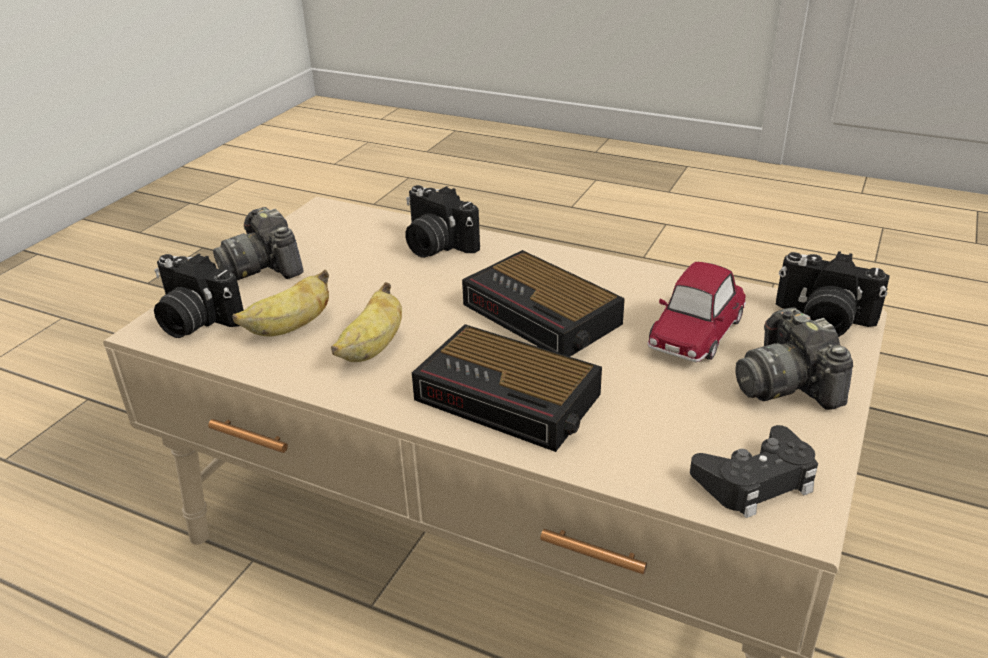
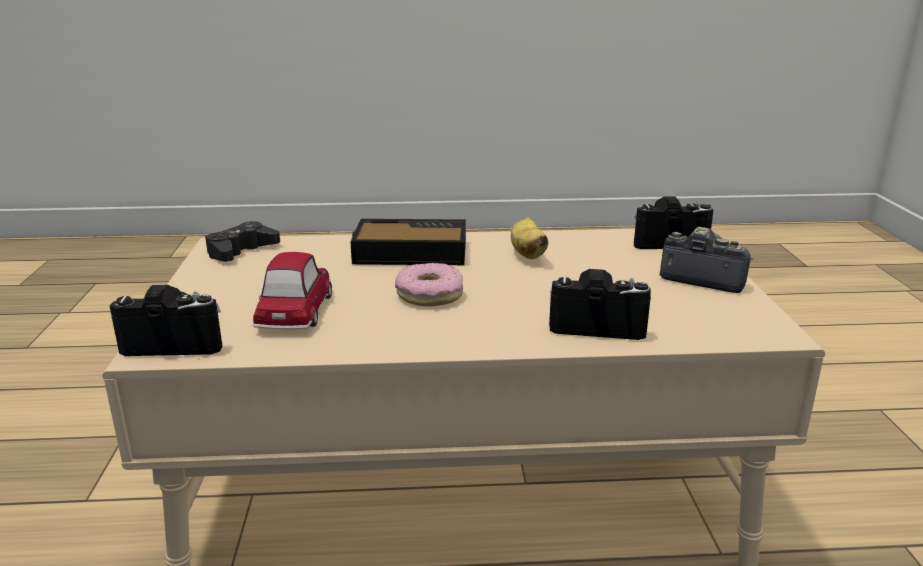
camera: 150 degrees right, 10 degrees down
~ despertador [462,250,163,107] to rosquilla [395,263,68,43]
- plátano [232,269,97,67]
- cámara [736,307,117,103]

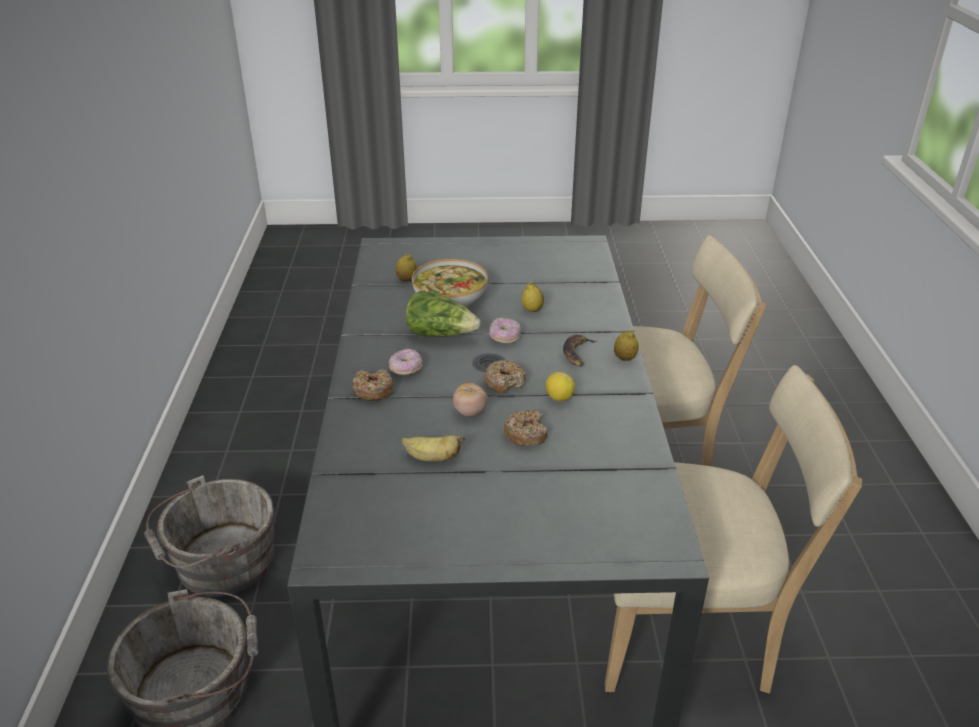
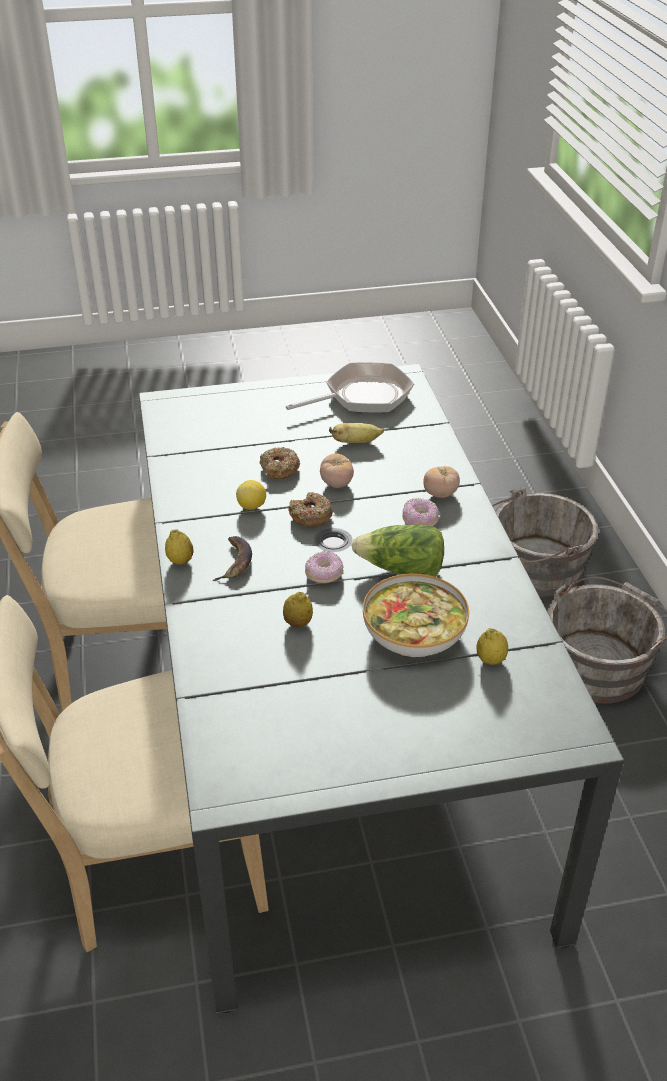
camera: 170 degrees right, 5 degrees up
~ rosquilla [352,370,42,31] to tomate [423,466,37,32]
+ sartén [286,362,128,51]

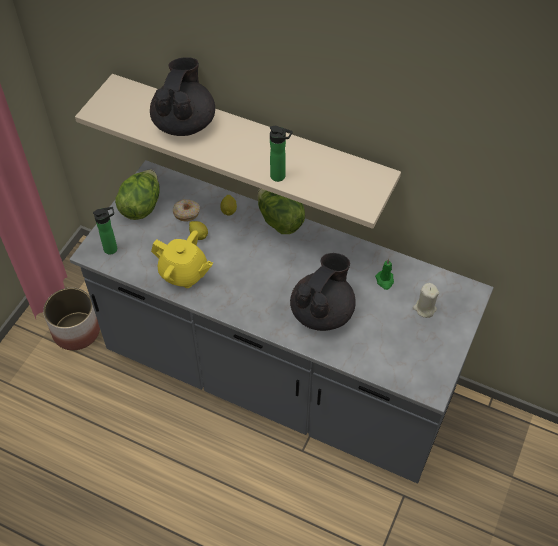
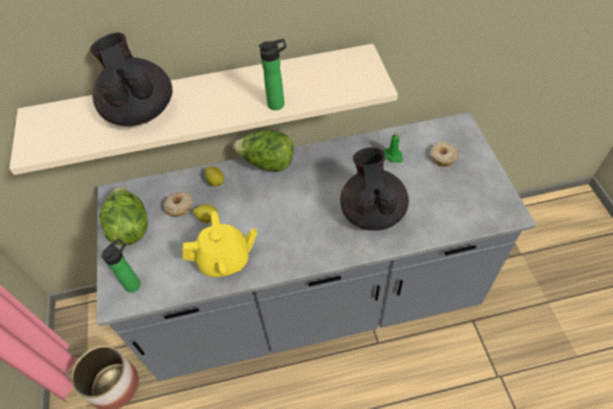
camera: 35 degrees left, 0 degrees up
~ vela/beis [413,283,26,35] to rosquilla [430,143,28,24]

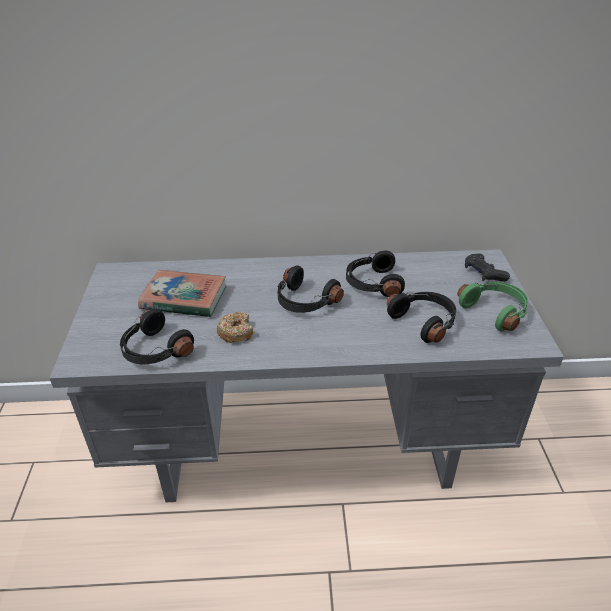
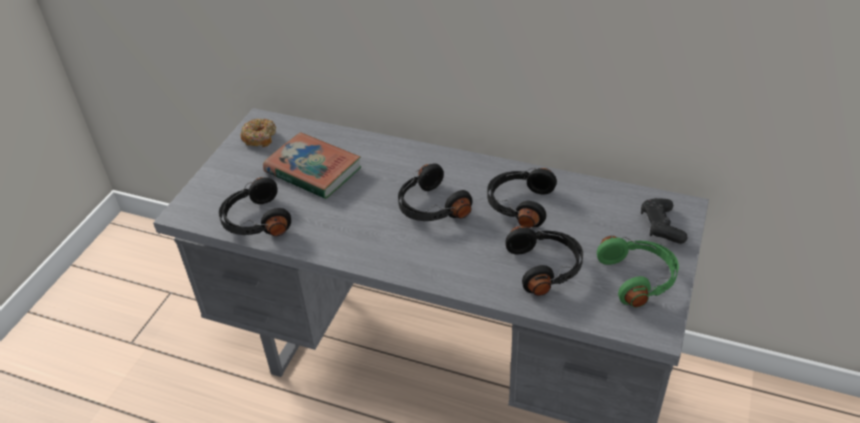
camera: 25 degrees right, 5 degrees up
~ rosquilla [217,312,36,31] to [240,119,36,28]

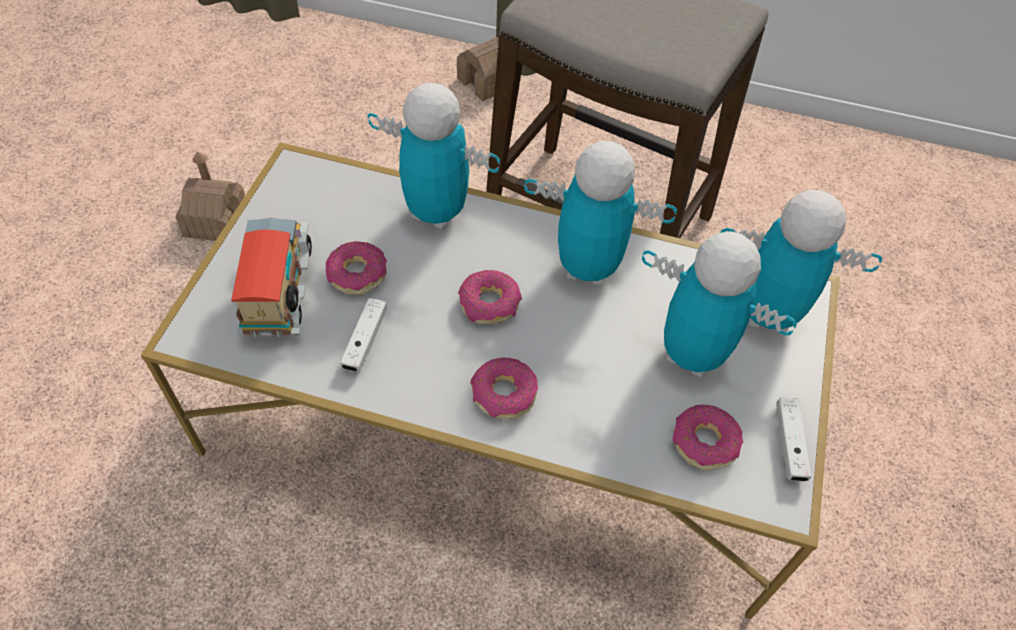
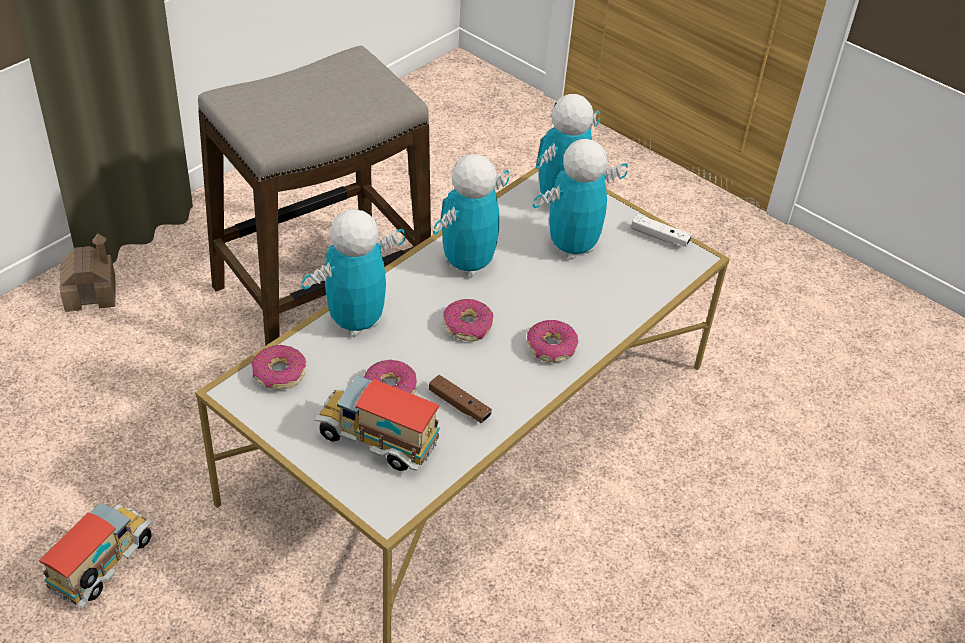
camera: 65 degrees left, 10 degrees down
~ casita [175,152,70,89] to camión de juguete [39,502,114,106]
~ mando de consola/blanco [340,298,47,74] to mando de consola/marrón [429,375,63,48]
~ rosquilla [673,404,70,66] to [252,345,54,45]

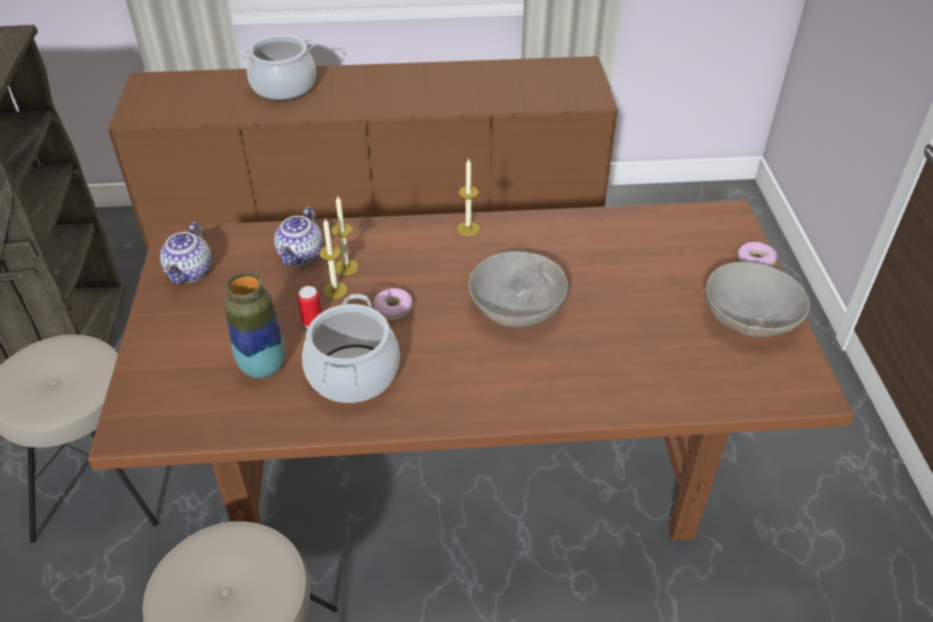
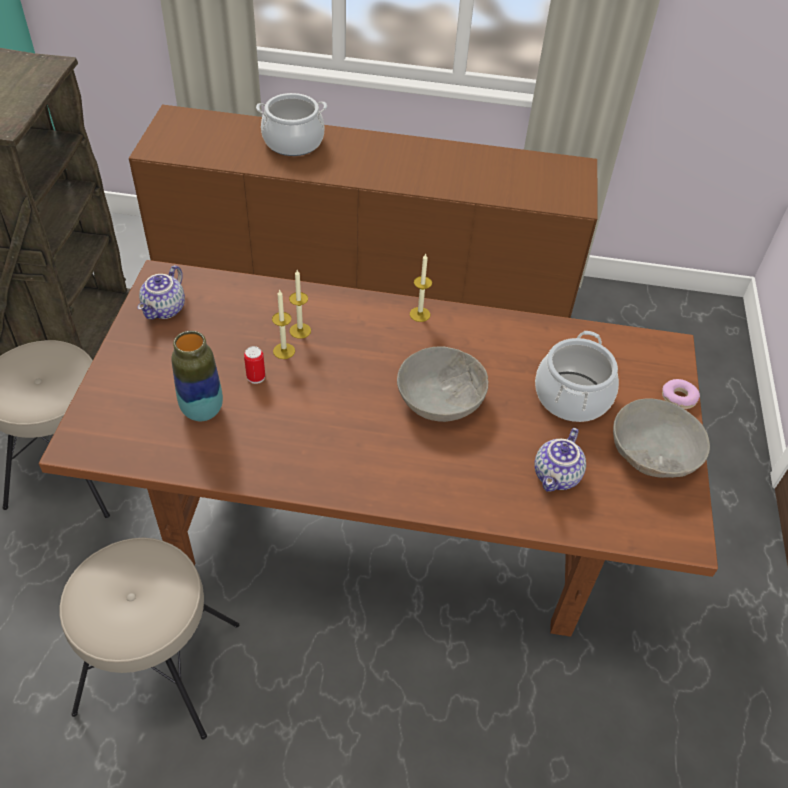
camera: 10 degrees right, 5 degrees up
~ tetera [274,206,49,60] to [534,428,52,64]
- rosquilla [373,288,40,32]
~ olla [302,294,98,109] to [535,331,84,91]

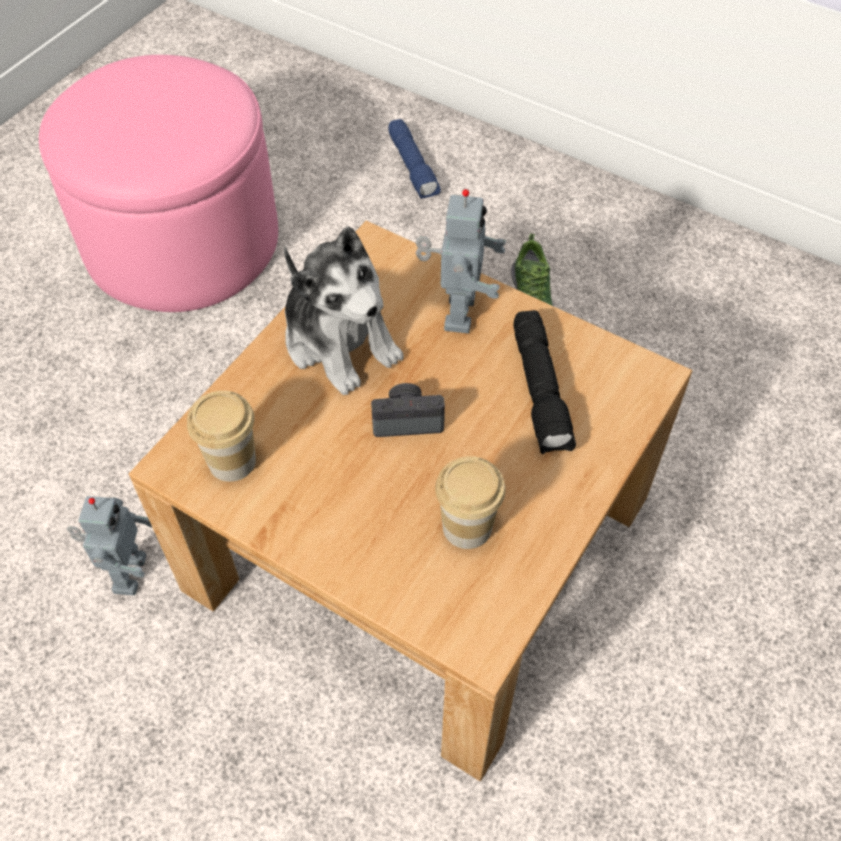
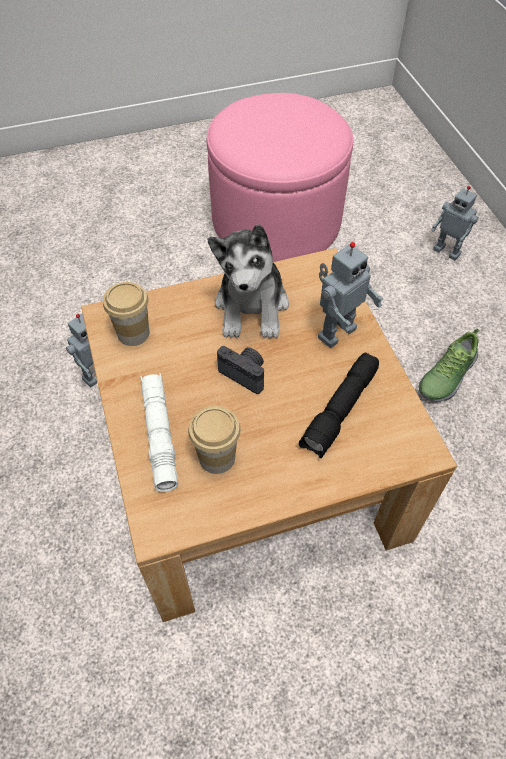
camera: 40 degrees right, 0 degrees up
~ linterna/azul [389,119,52,80] to robot de juguete [431,186,48,75]
+ linterna/blanco [140,373,39,119]

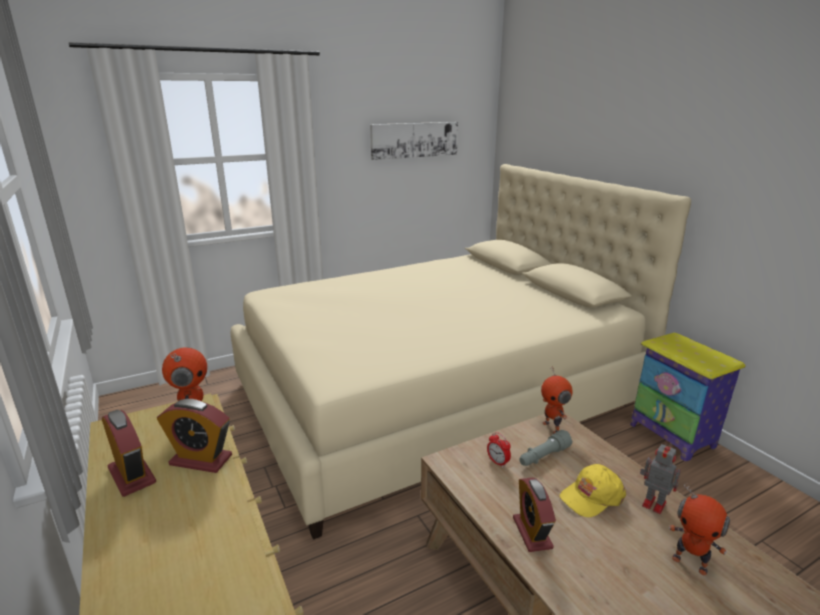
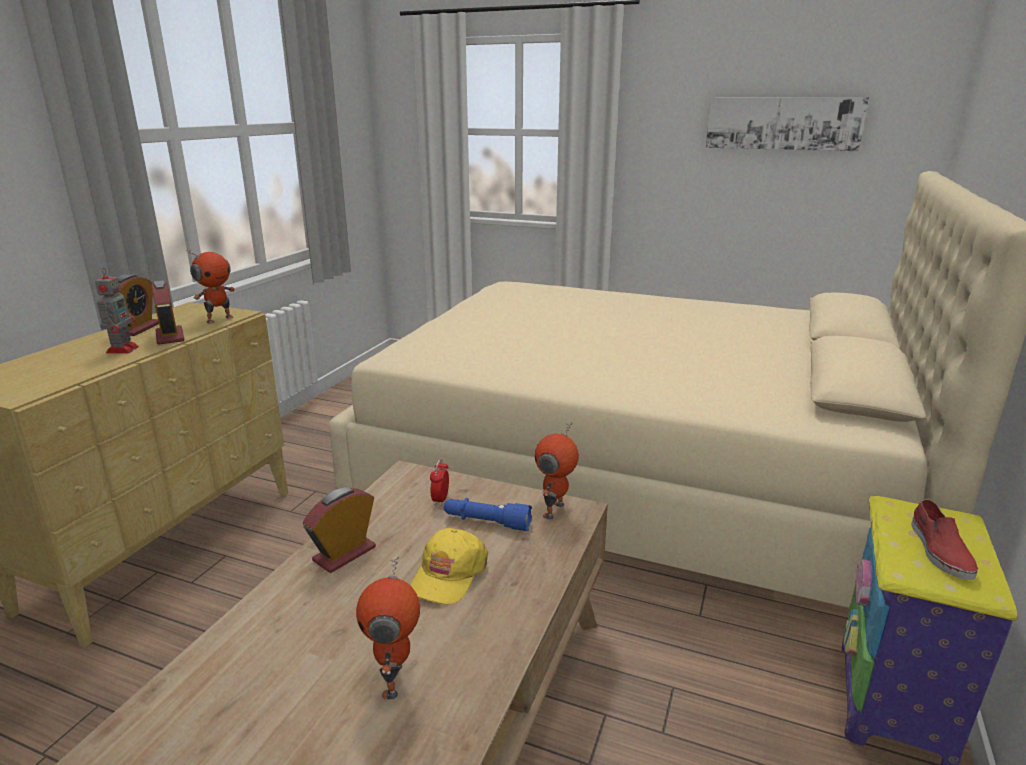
camera: 50 degrees right, 0 degrees up
~ linterna/gris [519,430,53,36] to linterna/azul [444,498,88,33]
~ robot de juguete [640,441,41,73] to [95,268,44,85]
~ gorra/amarillo [560,464,66,53] = [410,528,78,76] 90 degrees counterclockwise
+ zapato/rojo [911,499,67,81]

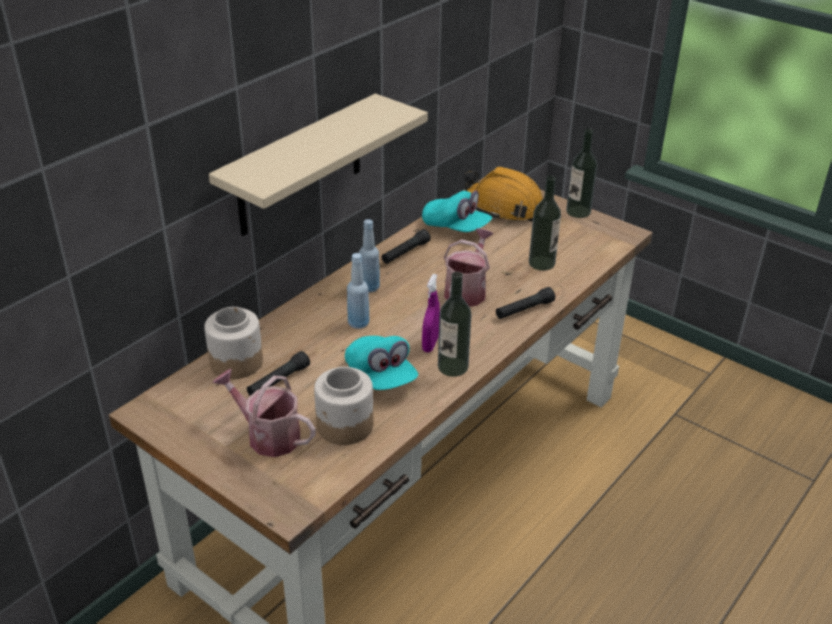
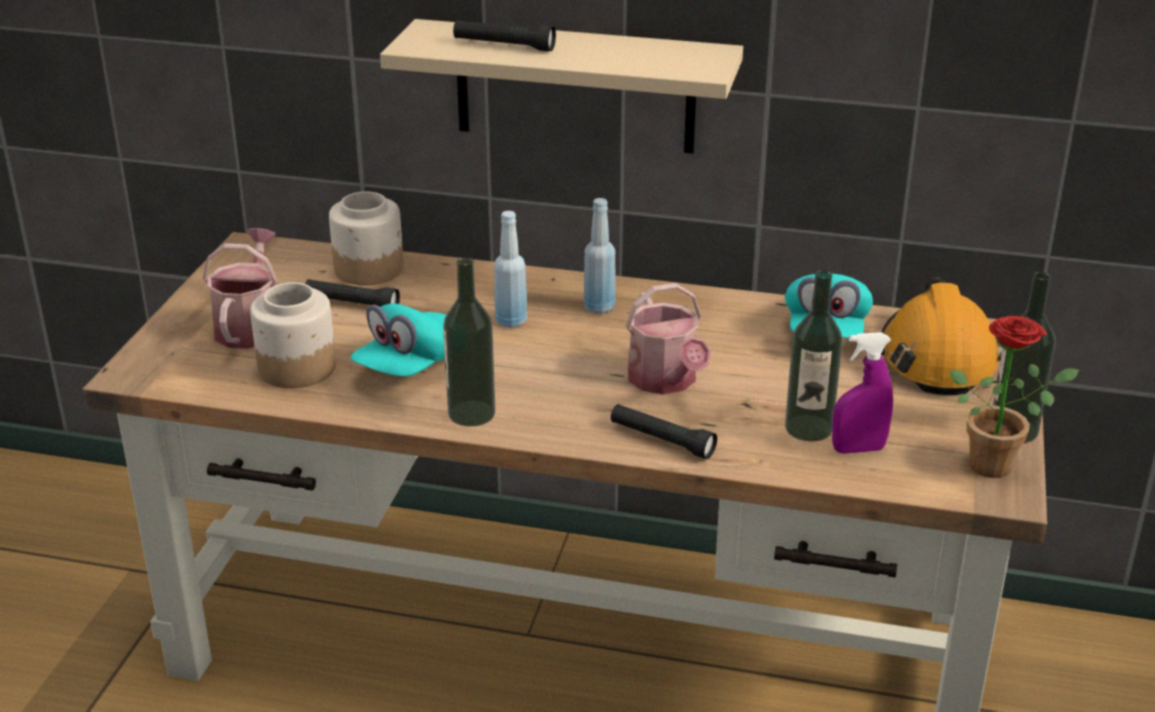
camera: 65 degrees right, 5 degrees down
~ regadera [444,228,50,79] = [625,283,86,111] 75 degrees clockwise
~ linterna/negro [382,229,49,35] to [453,20,103,32]
~ pulverizador/morado [422,274,18,78] to [832,332,61,122]
+ planta en maceta [950,316,129,162]

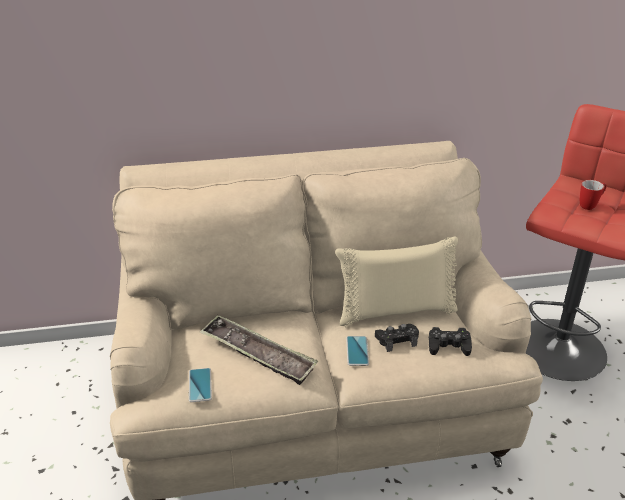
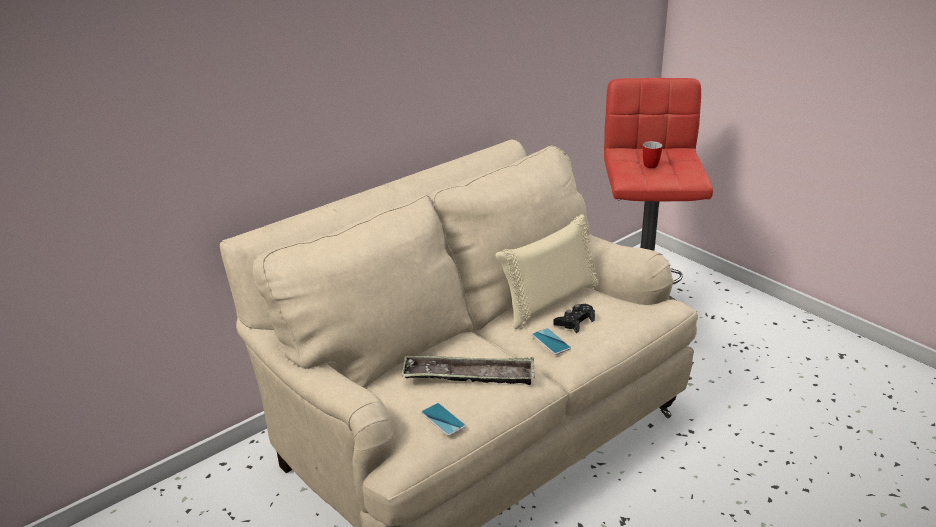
camera: 30 degrees left, 5 degrees down
- mando de consola/negro [429,327,43,29]

